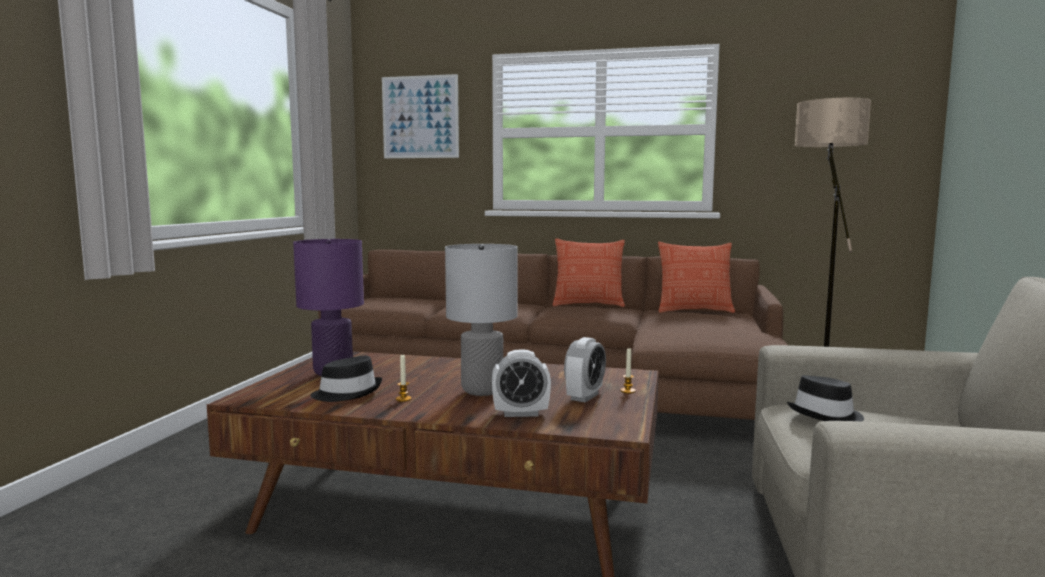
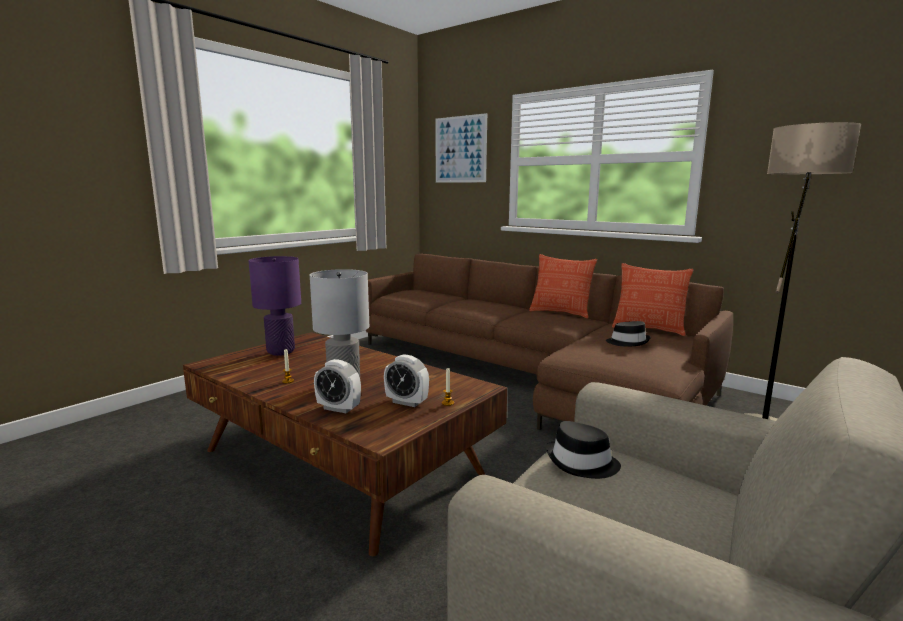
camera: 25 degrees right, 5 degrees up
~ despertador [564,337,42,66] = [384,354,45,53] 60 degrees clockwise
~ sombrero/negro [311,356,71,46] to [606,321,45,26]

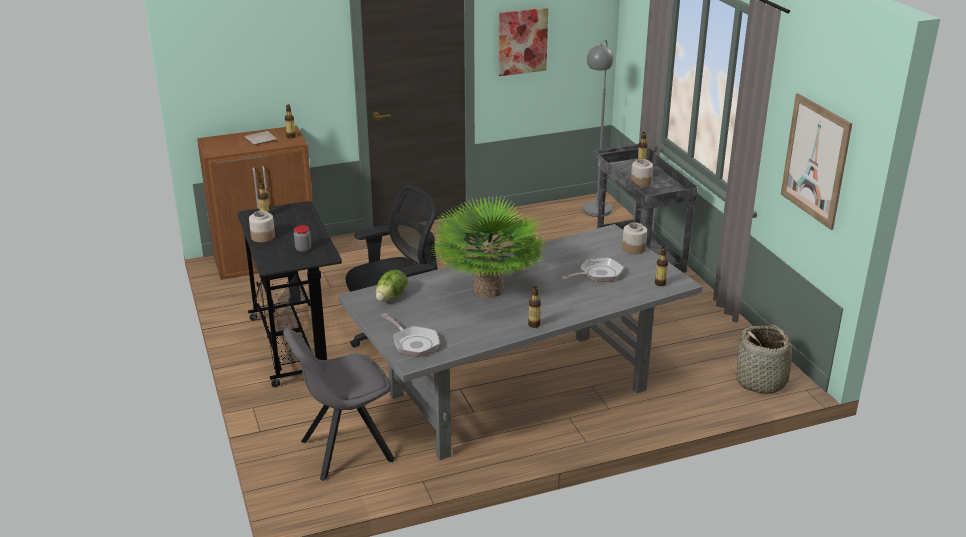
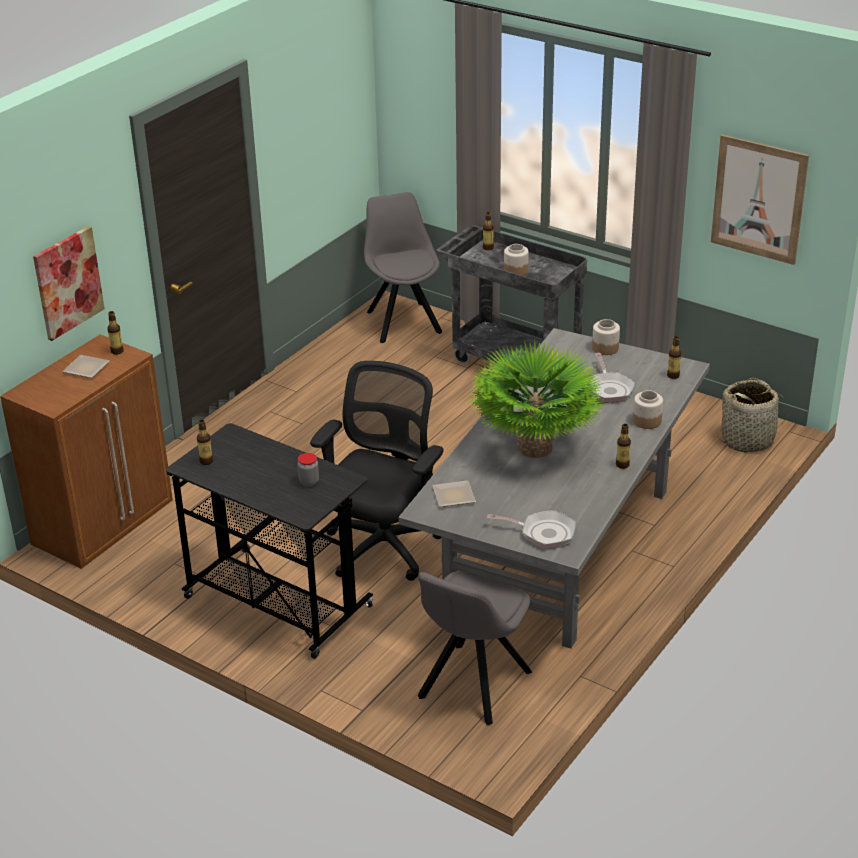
camera: 35 degrees left, 5 degrees up
~ cuadro [499,8,49,68] to [33,226,72,115]
~ lámpara de pie/gris [583,39,31,178] to silla/gris [364,192,79,151]
~ tarro [249,211,26,31] to [633,390,30,39]
~ sartén [561,258,63,24] = [589,353,46,49] 150 degrees clockwise
~ lechuga [376,270,32,31] to plato [432,480,44,27]

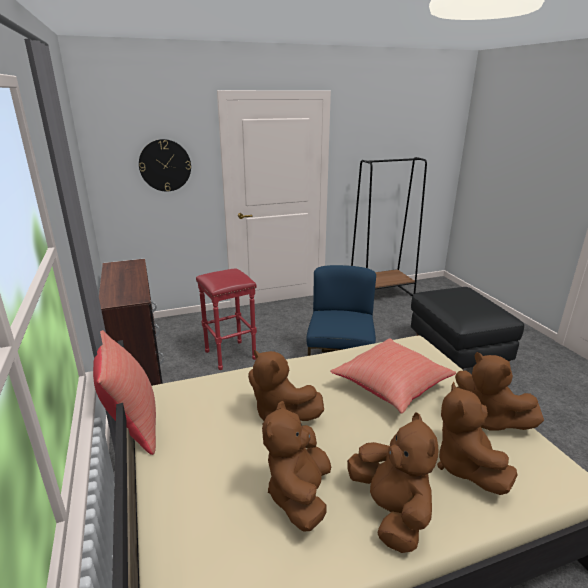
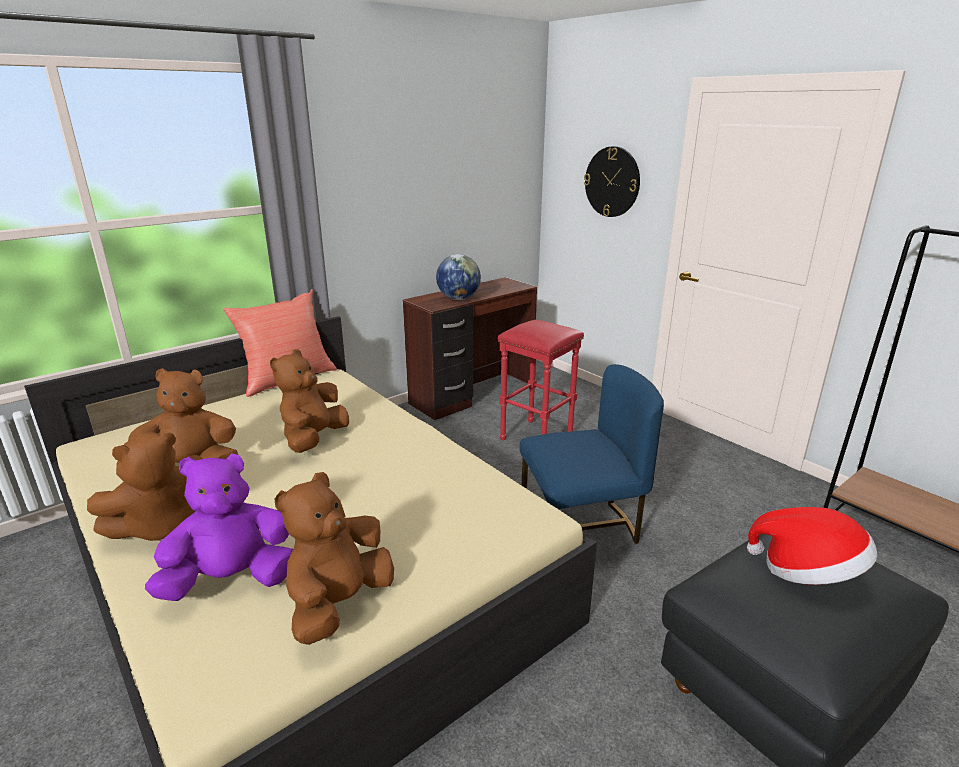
camera: 70 degrees right, 0 degrees up
- cojín/rojo [330,338,126,76]
~ peluche/marrón [437,382,80,113] to peluche/morado [145,453,148,148]
+ globo terráqueo [436,254,45,46]
+ sombrero [747,507,131,78]

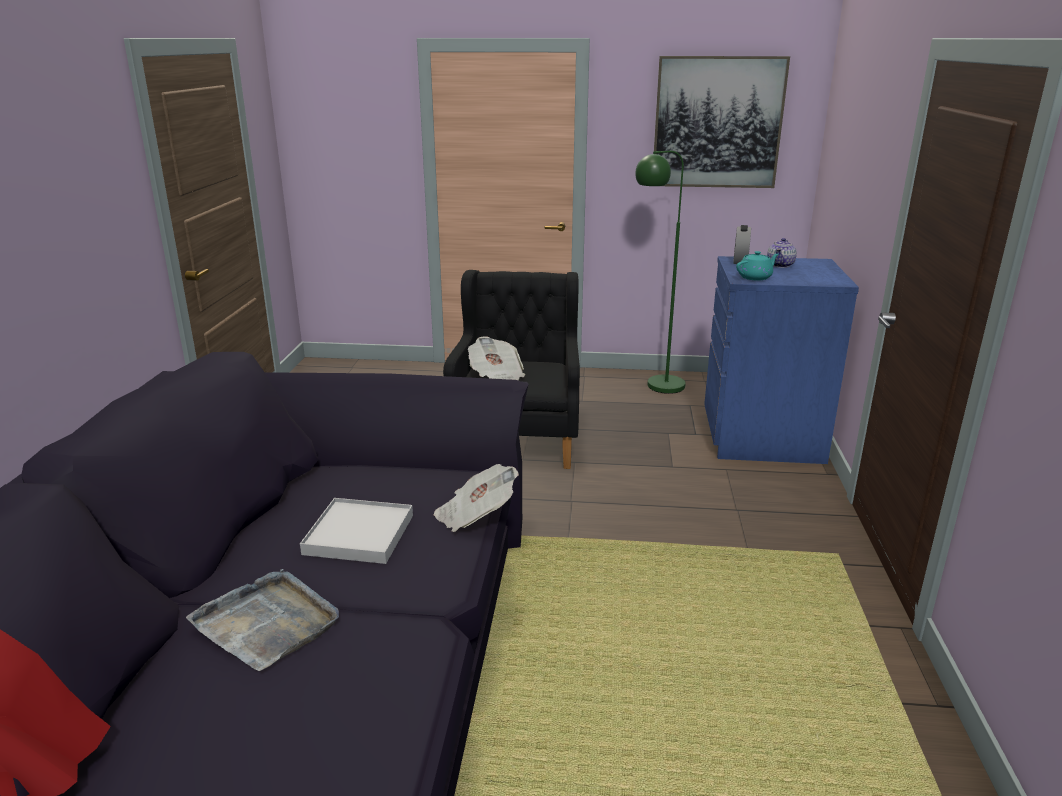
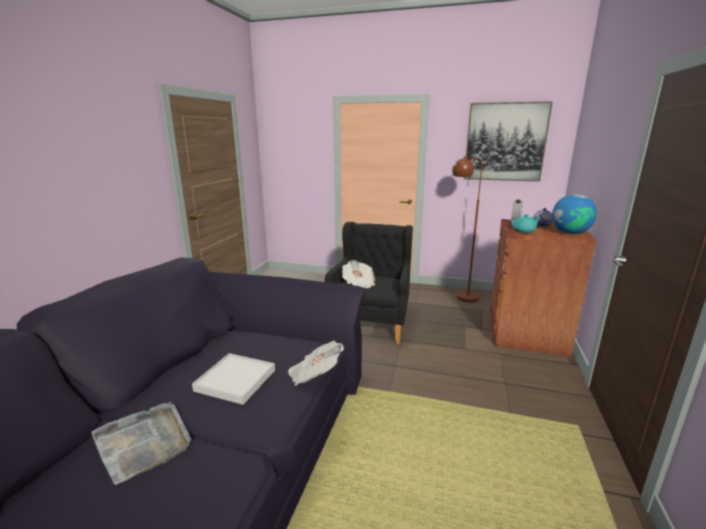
camera: 10 degrees right, 5 degrees down
~ lámpara de pie/verde [635,151,50,243] to lámpara de pie/marrón [452,156,30,146]
~ cómoda/azul [704,256,155,208] to cómoda/marrón [490,219,107,138]
+ globo terráqueo [552,195,45,39]

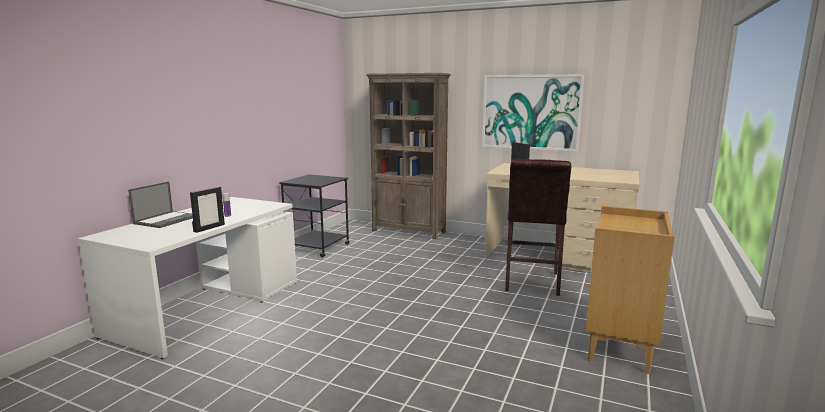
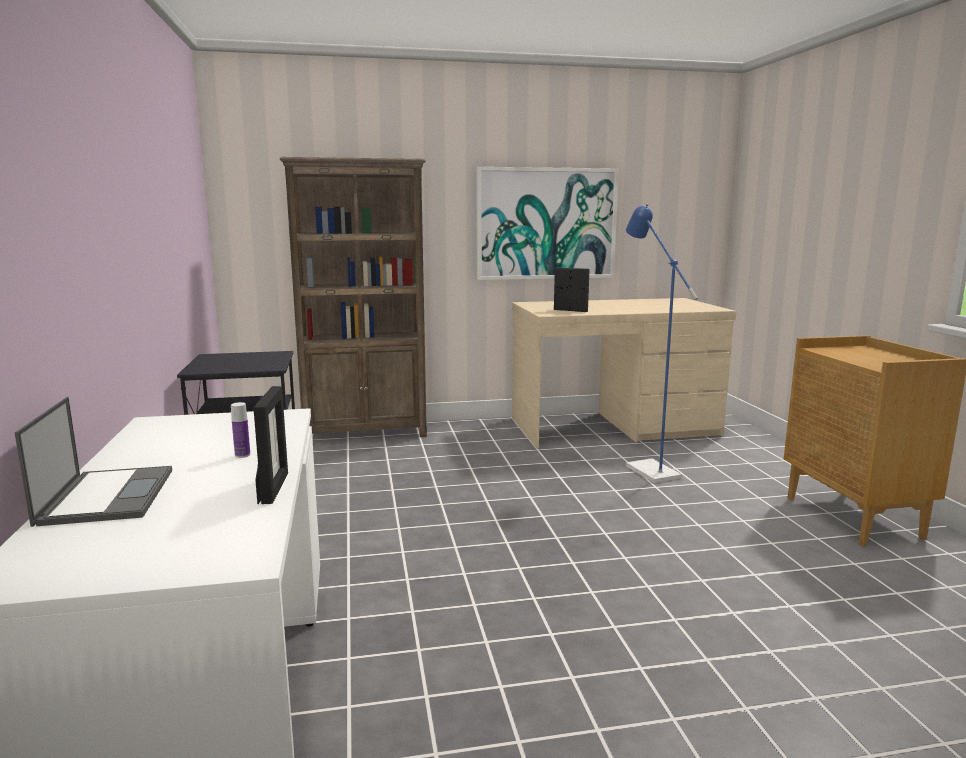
camera: 35 degrees left, 0 degrees up
~ taburete/marrón [505,159,66,137] to lámpara de pie/azul [626,204,72,279]

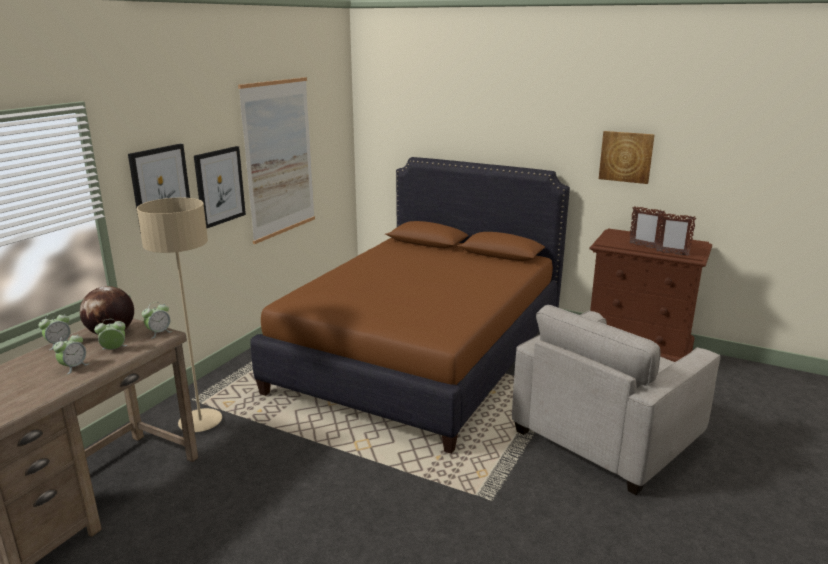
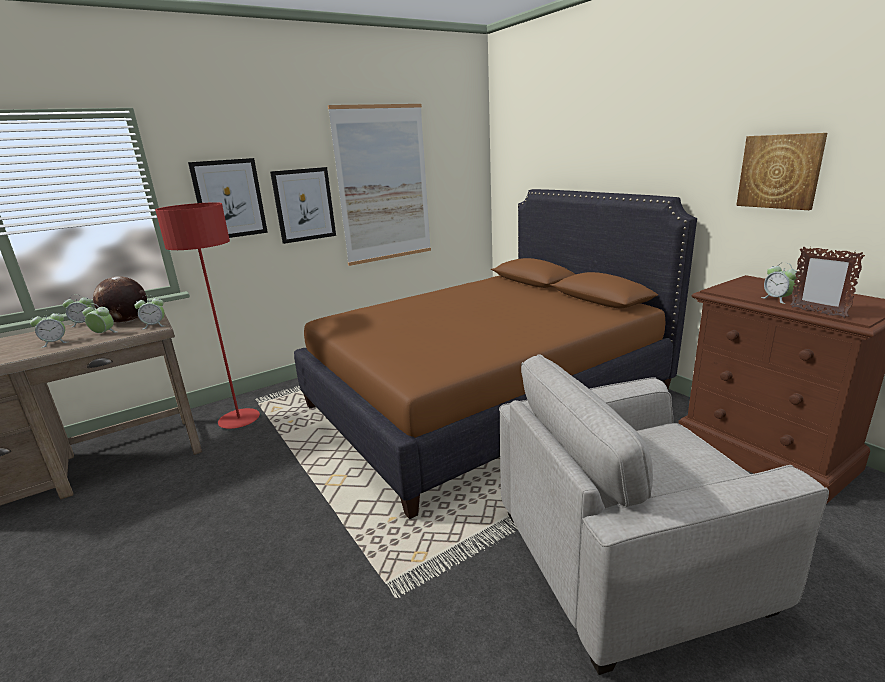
camera: 30 degrees right, 0 degrees up
~ lámpara de pie/beis [137,198,85,234] to lámpara de pie/rojo [155,202,105,227]
~ portarretratos [629,206,37,42] to despertador [761,262,39,42]

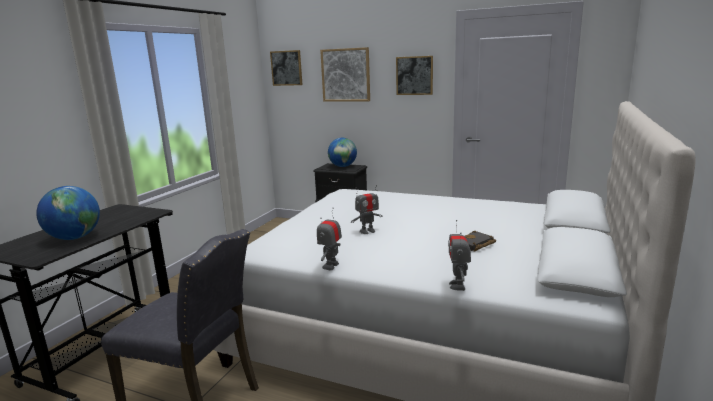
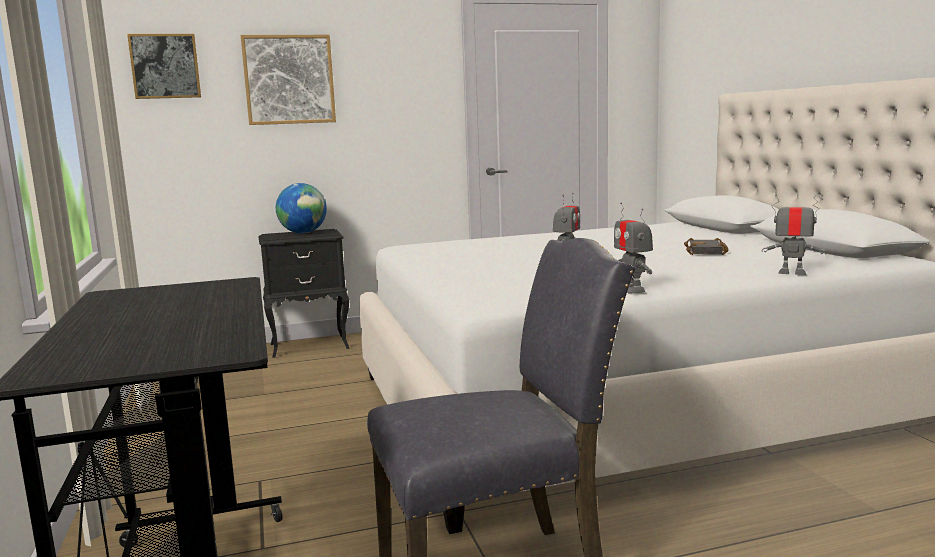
camera: 40 degrees left, 5 degrees down
- cuadro [396,56,37,39]
- globo terráqueo [36,186,64,54]
~ robot de juguete [448,220,23,71] = [762,192,64,83] 150 degrees clockwise

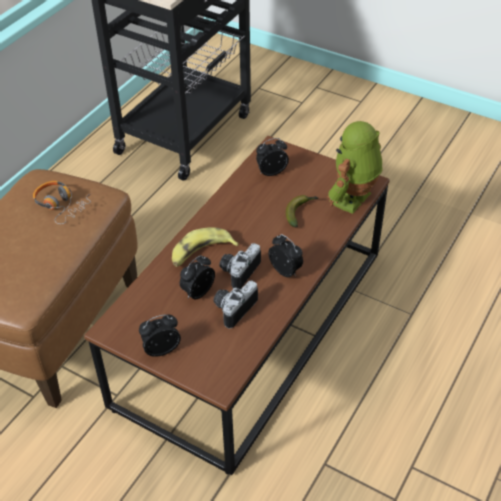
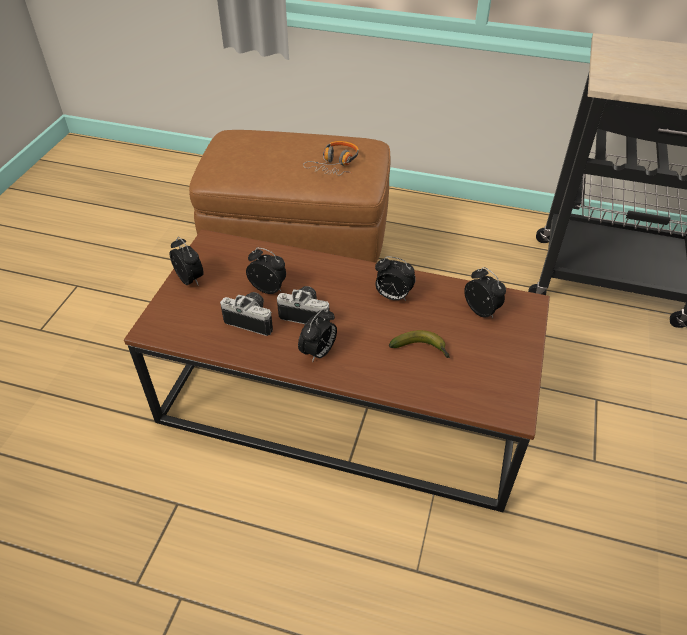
camera: 75 degrees right, 0 degrees up
- robot de juguete [327,121,56,93]
- plátano [172,227,67,40]
+ despertador [375,256,41,45]

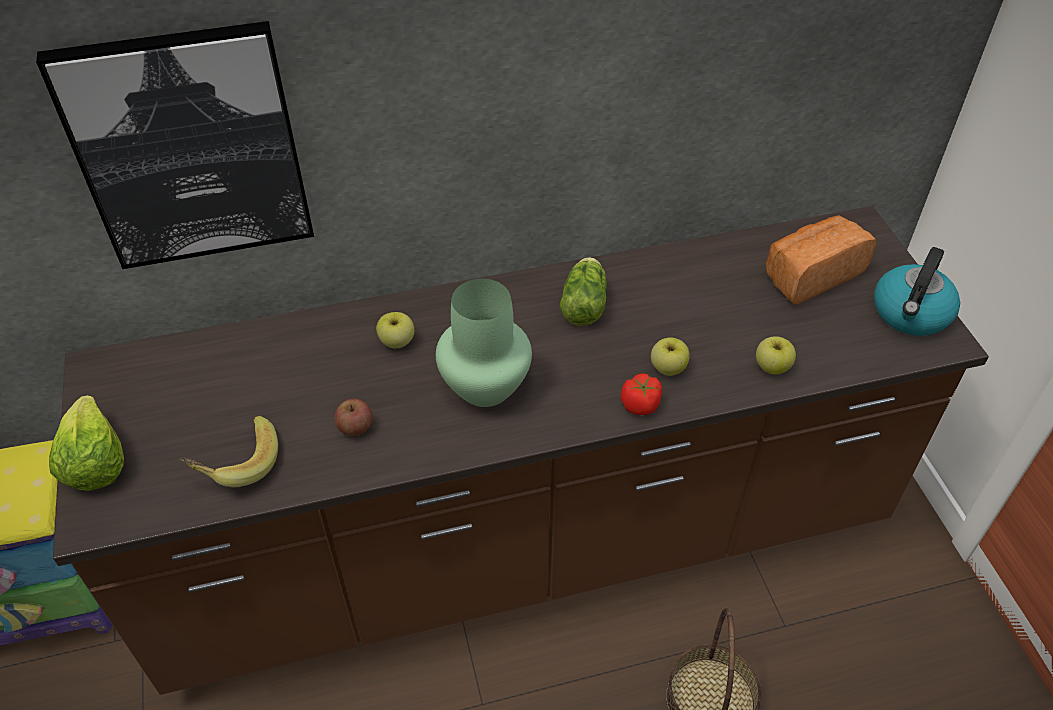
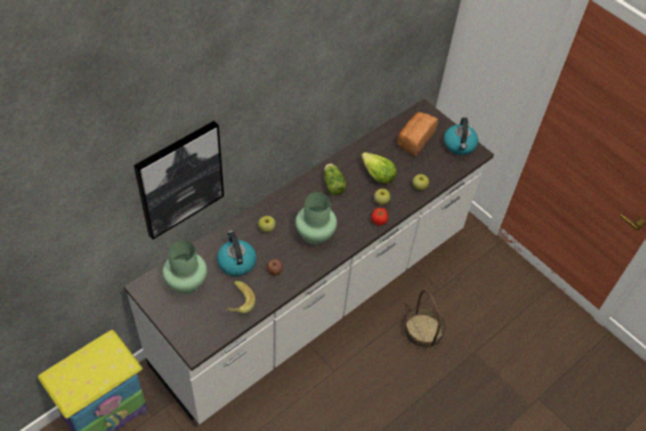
camera: 30 degrees left, 5 degrees up
~ mueble bajo de cocina/marrón [53,206,936,489] to mueble bajo de cocina/blanco [124,99,370,325]
~ lechuga [49,395,75,96] to [361,152,36,32]
+ hervidor [217,230,40,46]
+ florero/verde [163,240,44,54]

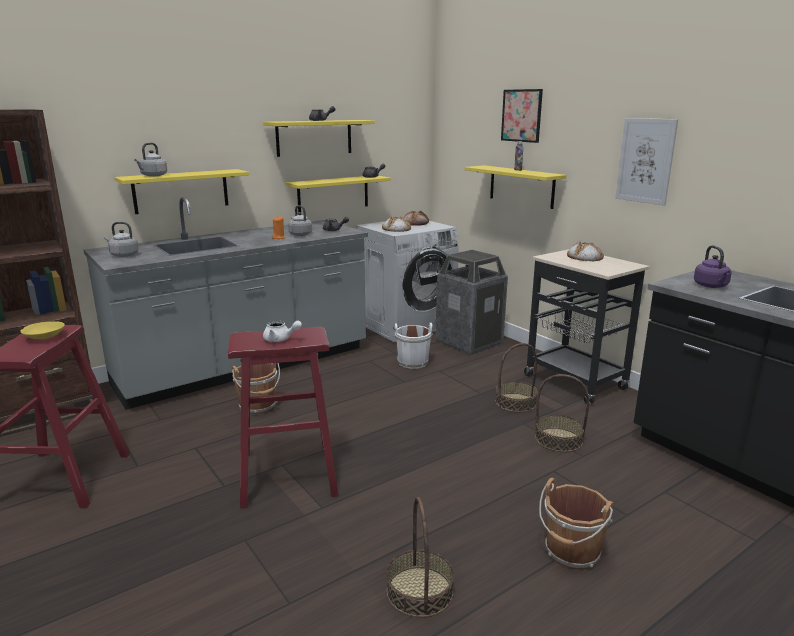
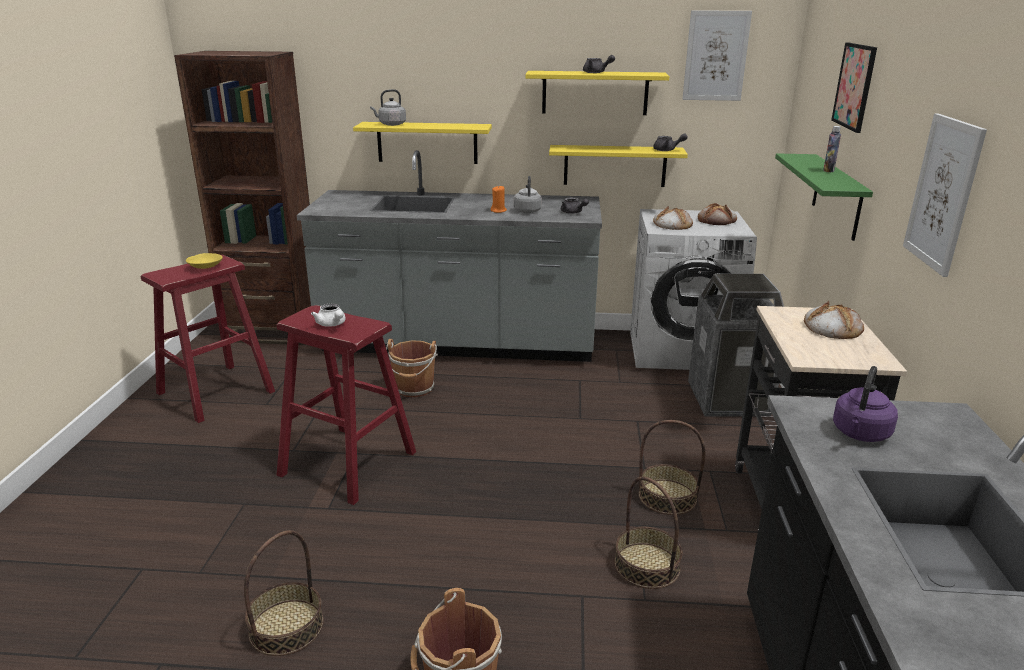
camera: 40 degrees right, 5 degrees up
~ estante/amarillo [464,165,103,44] to estante/verde [775,153,98,88]
- hervidor/gris [104,222,35,35]
- cubo/blanco [393,323,40,46]
+ cuadro [682,10,70,91]

